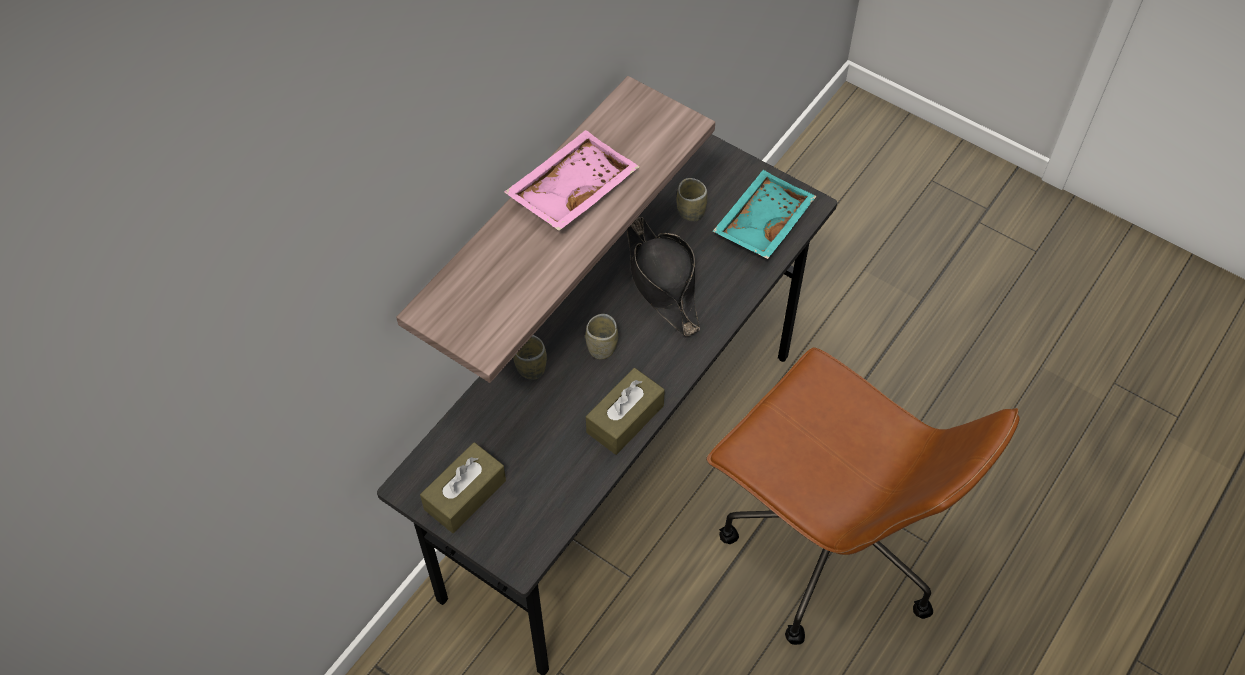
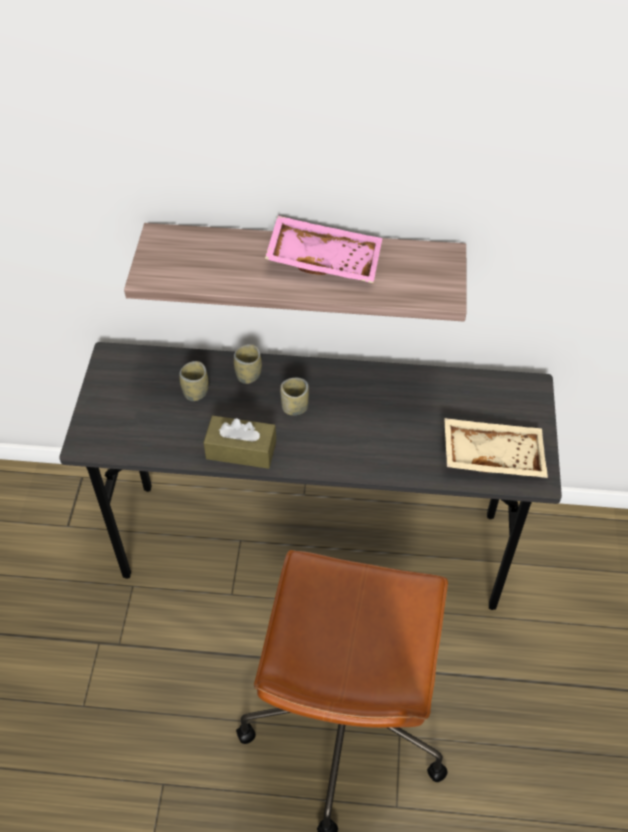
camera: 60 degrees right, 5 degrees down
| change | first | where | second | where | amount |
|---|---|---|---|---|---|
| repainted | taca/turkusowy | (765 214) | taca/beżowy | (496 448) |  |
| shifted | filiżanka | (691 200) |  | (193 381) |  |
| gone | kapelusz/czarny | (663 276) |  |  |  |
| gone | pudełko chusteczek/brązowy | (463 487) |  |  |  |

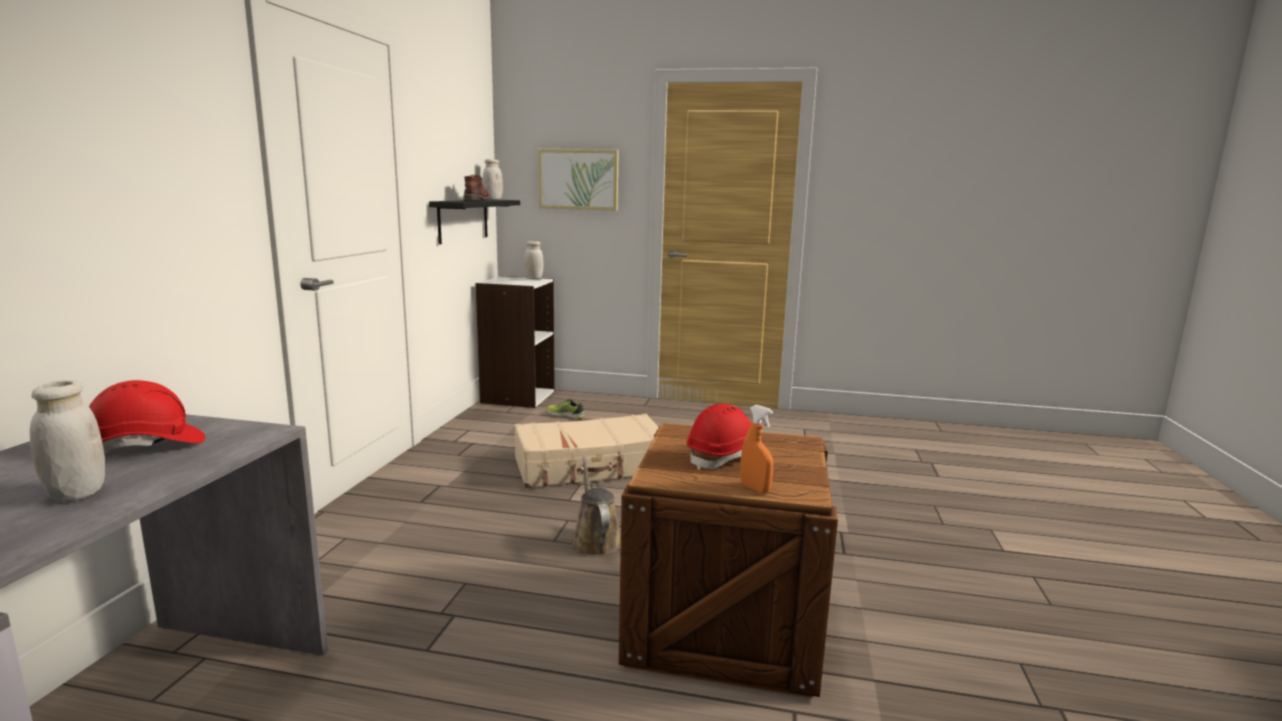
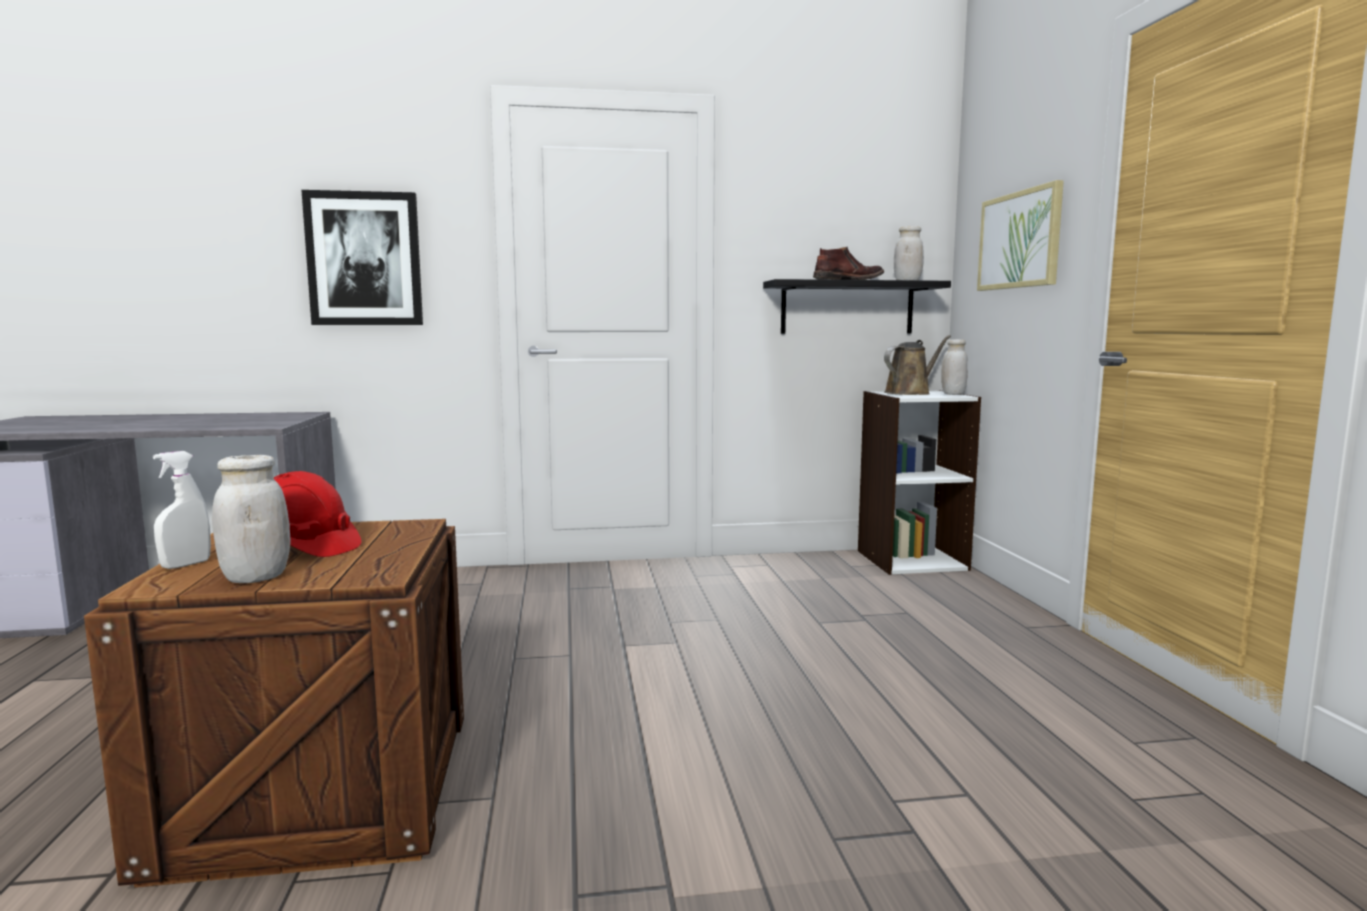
camera: 70 degrees right, 5 degrees down
| change | first | where | second | where | amount |
|---|---|---|---|---|---|
| shifted | słoik/biały | (67 441) |  | (251 519) |  |
| gone | kask/czerwony | (147 417) |  |  |  |
| gone | but | (565 408) |  |  |  |
| repainted | spryskiwacz/pomarańczowy | (756 449) | spryskiwacz/biały | (182 510) |  |
| gone | walizka/beżowy | (586 451) |  |  |  |
| shifted | konewka/brązowy | (596 507) |  | (917 365) |  |
| new |  |  | obraz | (362 257) |  |

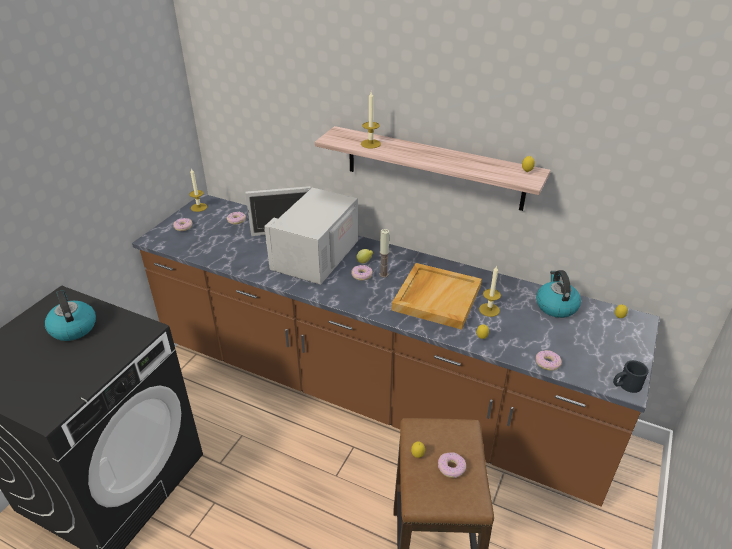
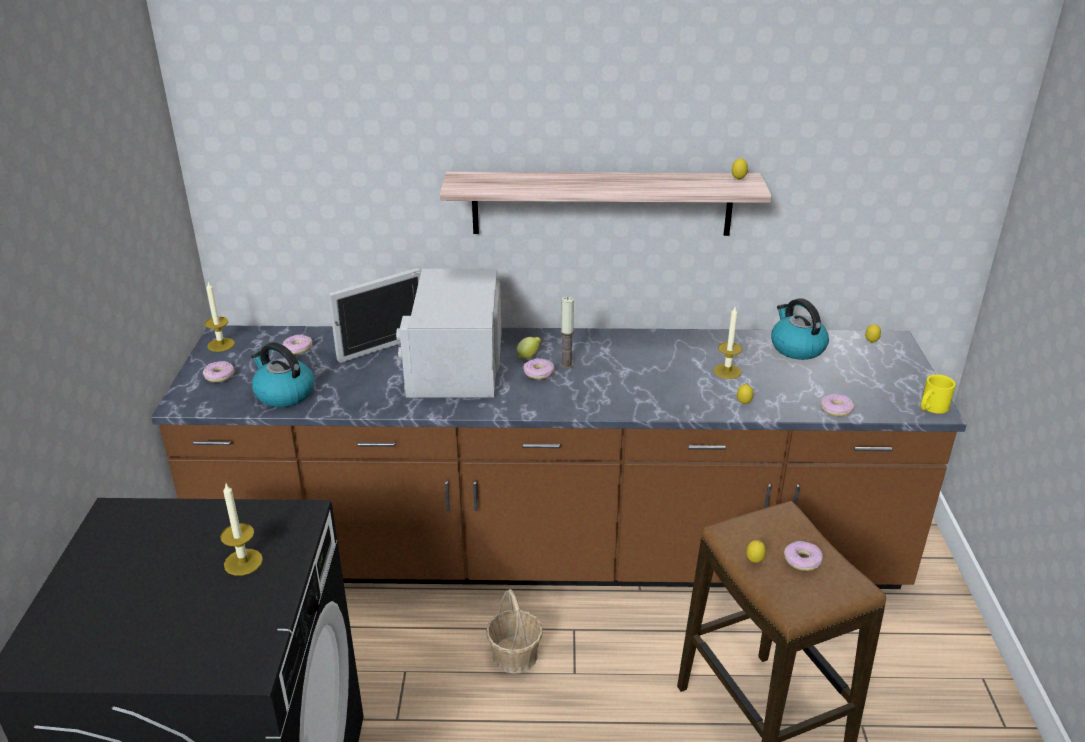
camera: 25 degrees left, 5 degrees down
| change | first | where | second | where | amount |
|---|---|---|---|---|---|
| shifted | świeca | (371 120) |  | (241 530) |  |
| gone | taca/beżowy | (436 296) |  |  |  |
| shifted | czajnik | (70 315) |  | (282 374) |  |
| repainted | kubek/czarny | (631 376) | kubek/żółty | (938 394) |  |
| new |  |  | koszyk | (514 631) |  |

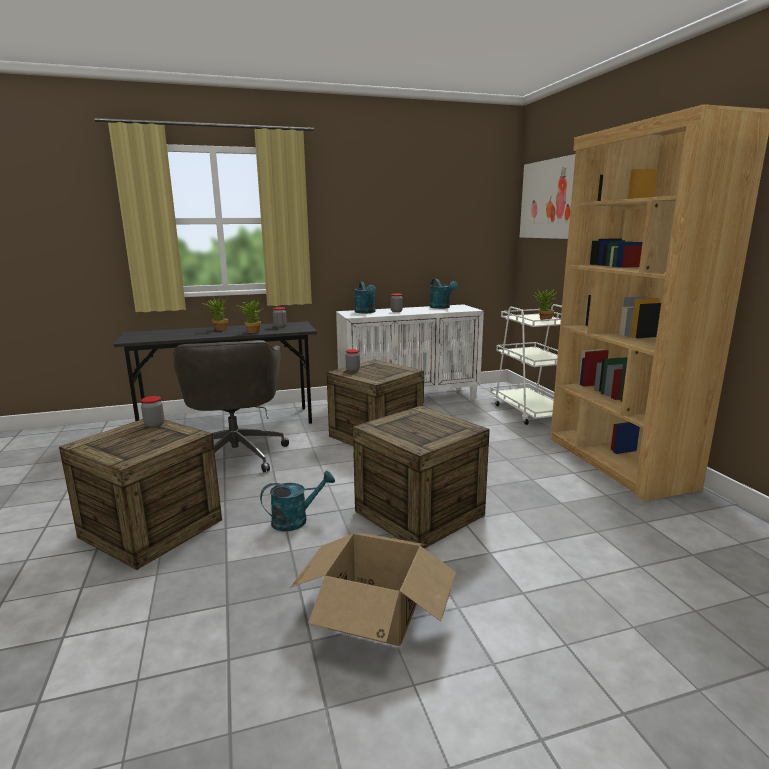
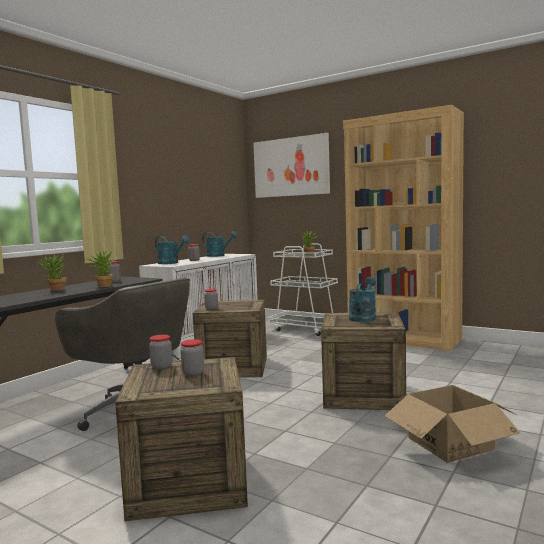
camera: 40 degrees left, 10 degrees down
| change | first | where | second | where | amount |
|---|---|---|---|---|---|
| shifted | konewka/turkusowy | (297 501) |  | (362 299) |  |
| new |  |  | słoik | (192 357) |  |

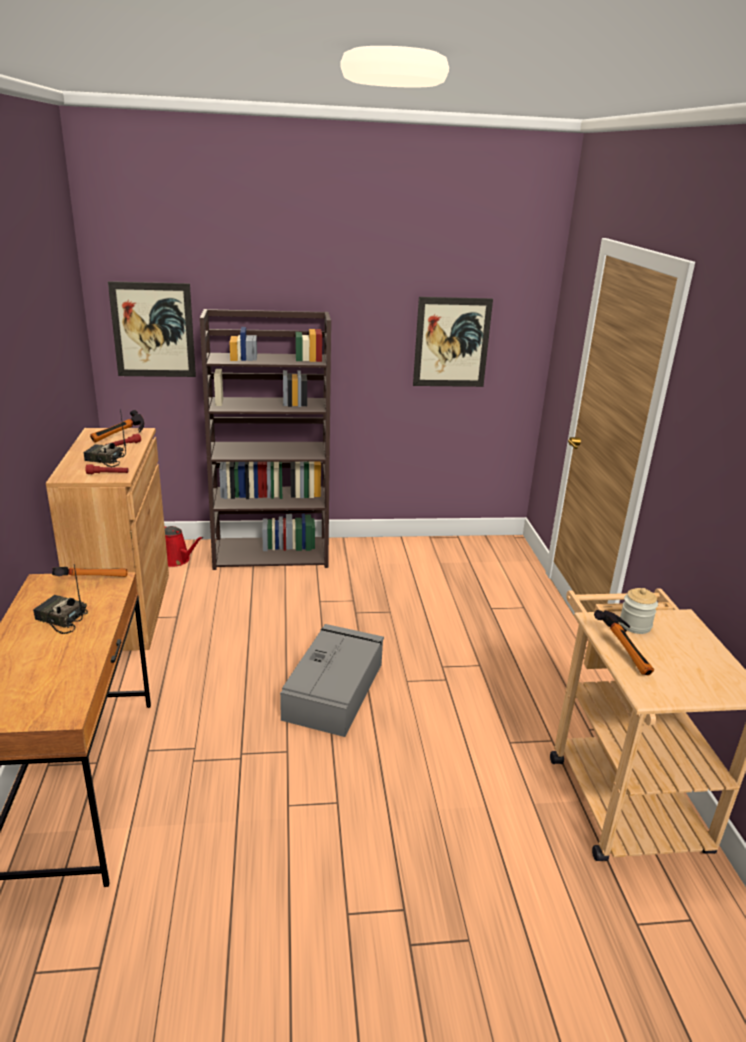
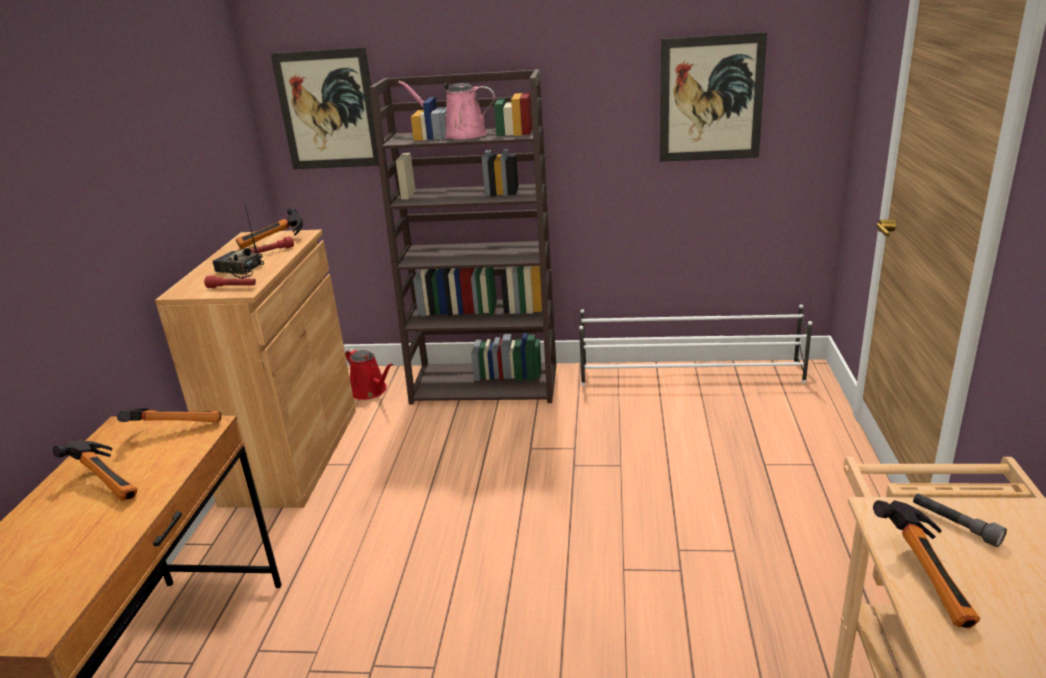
camera: 15 degrees right, 0 degrees up
| change | first | where | second | where | amount |
|---|---|---|---|---|---|
| swapped | radio | (60 599) | młotek | (95 471) |  |
| swapped | słoik | (638 611) | latarka/szary | (960 520) |  |
| gone | pojemnik do przechowywania/szary | (332 680) |  |  |  |
| new |  |  | konewka/różowy | (446 110) |  |
| new |  |  | regał na buty/biały | (695 345) |  |

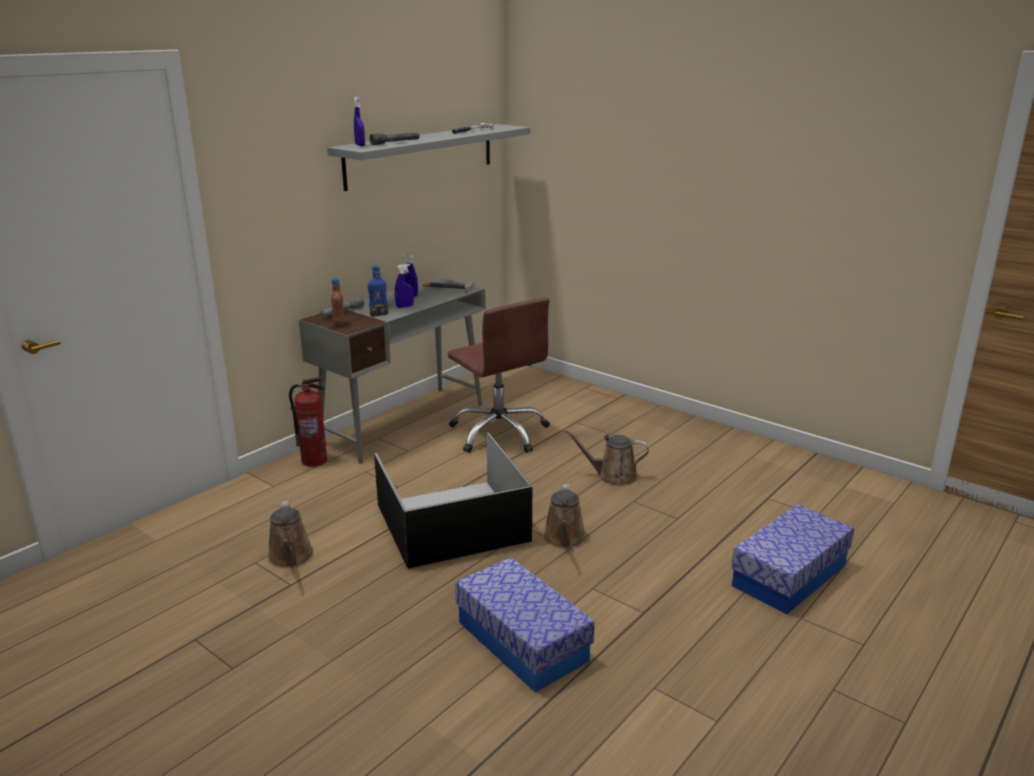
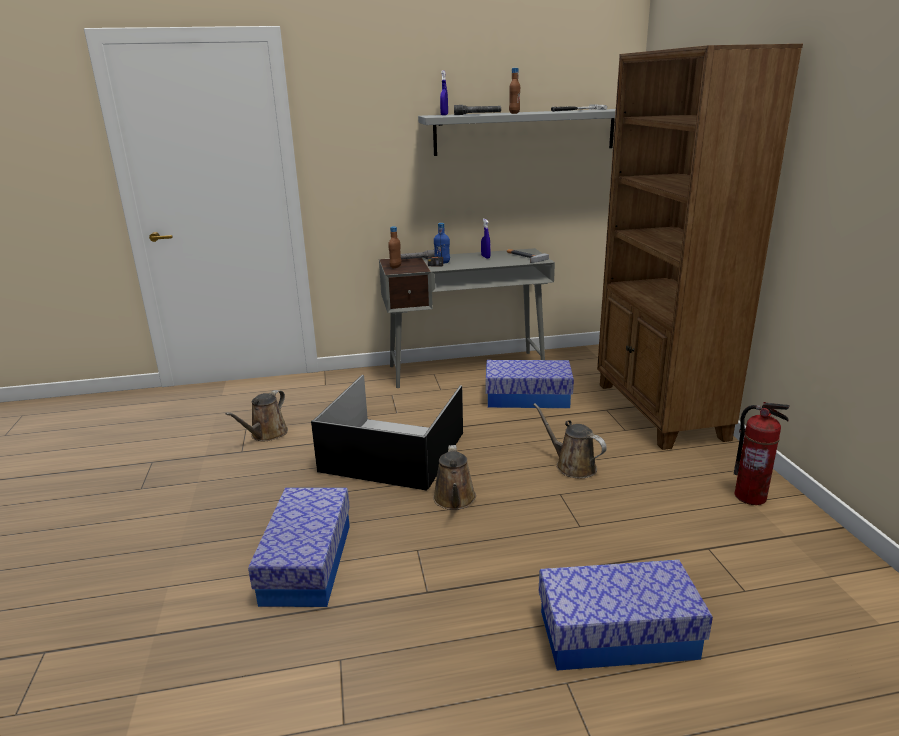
camera: 40 degrees right, 0 degrees up
| change | first | where | second | where | amount |
|---|---|---|---|---|---|
| gone | spryskiwacz/niebieski | (404 286) |  |  |  |
| swapped | krzesło biurowe/brązowy | (499 375) | pojemnik do przechowywania | (530 384) |  |
| shifted | gaśnica | (308 422) |  | (762 453) |  |
| rotated | konewka/brązowy | (565 516) |  | (454 477) | 45 degrees counterclockwise |
| new |  |  | regał/brązowy | (700 247) |  |
| new |  |  | butelka/brązowy | (514 91) |  |

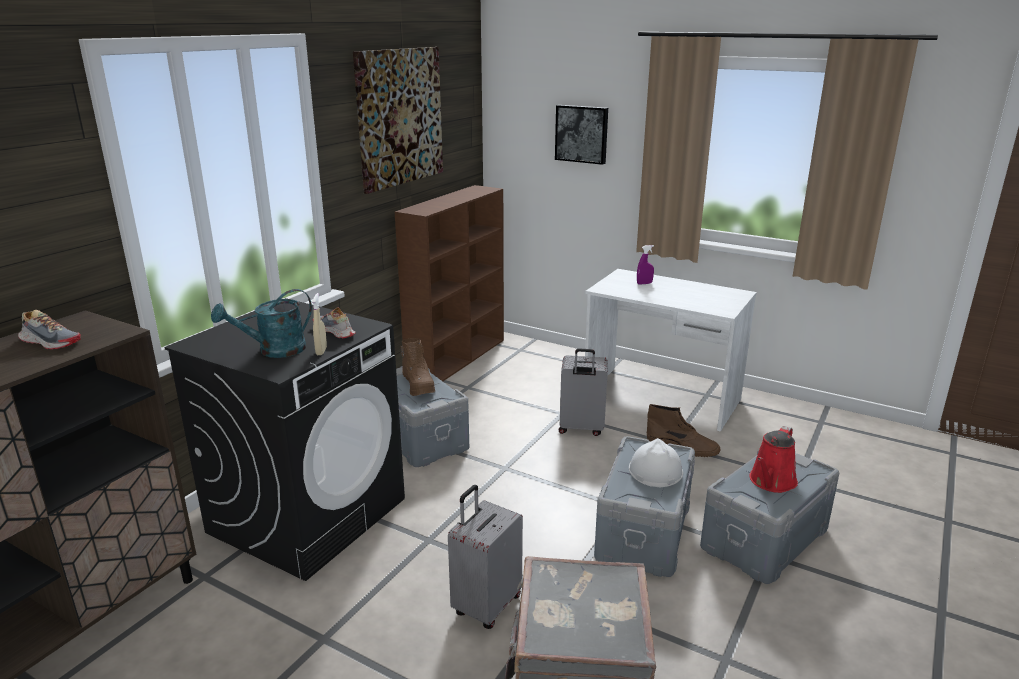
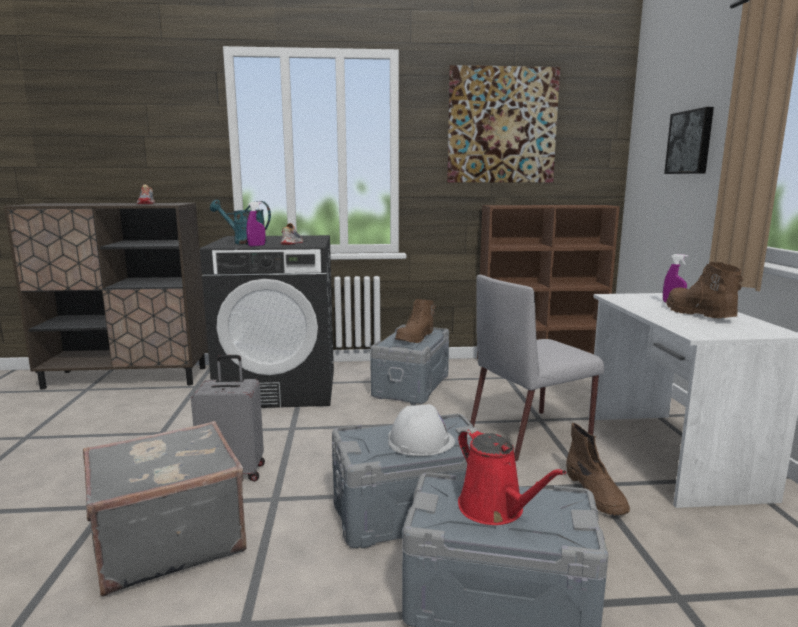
camera: 55 degrees right, 10 degrees down
| change | first | where | second | where | amount |
|---|---|---|---|---|---|
| repainted | spryskiwacz/beżowy | (319 324) | spryskiwacz/fioletowy | (256 224) |  |
| swapped | walizka/szary | (583 392) | krzesło/szary | (537 368) |  |
| rotated | konewka/czerwony | (773 459) |  | (512 476) | 120 degrees counterclockwise |
| new |  |  | but z cholewką/brązowy | (704 290) |  |

